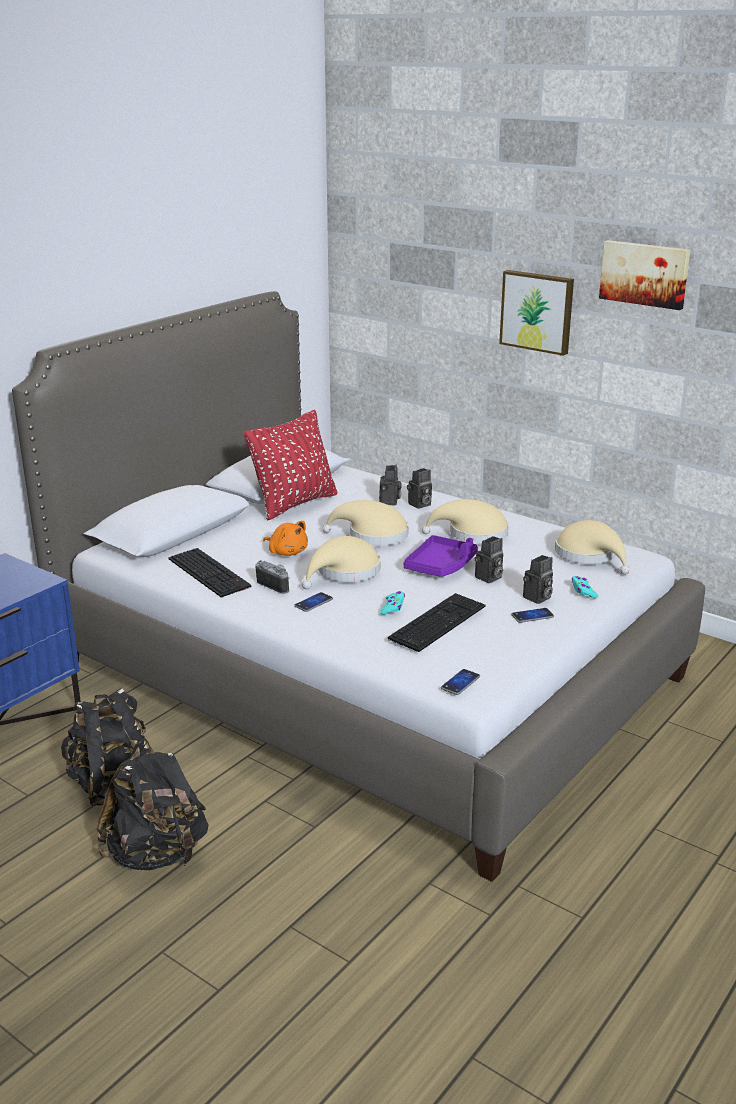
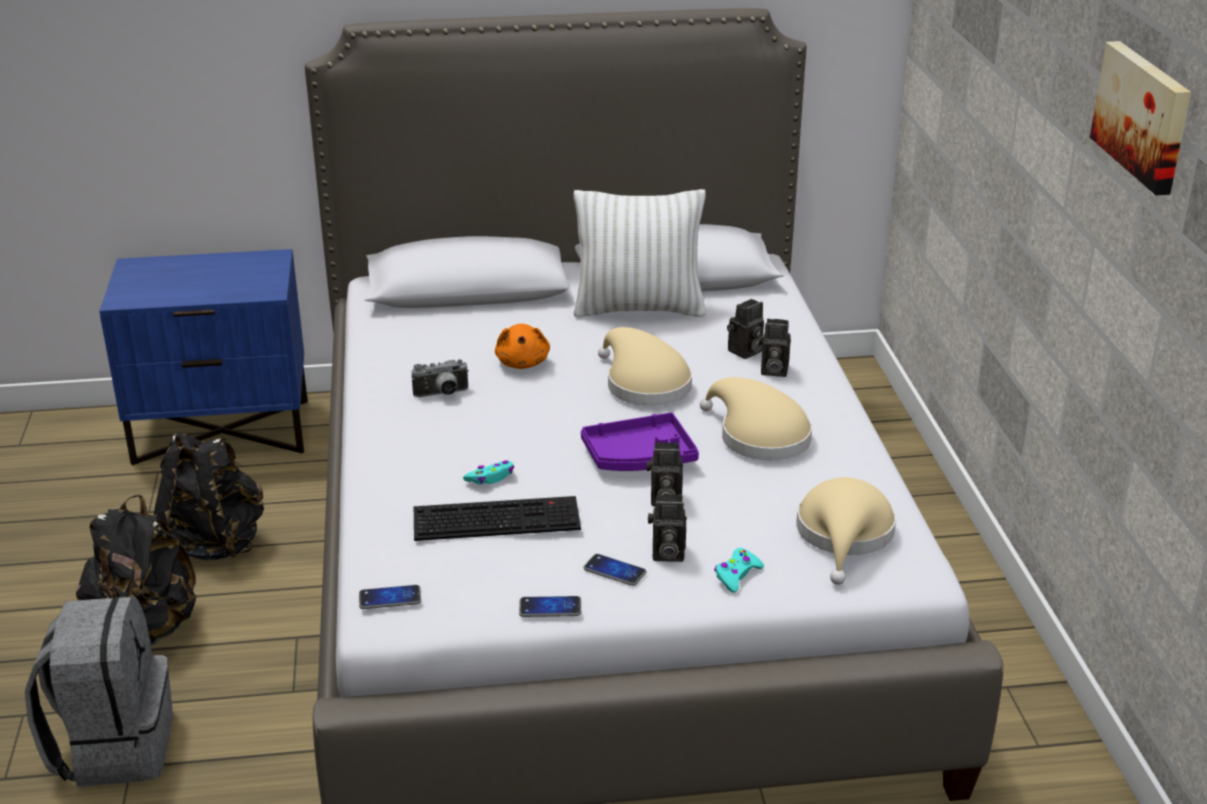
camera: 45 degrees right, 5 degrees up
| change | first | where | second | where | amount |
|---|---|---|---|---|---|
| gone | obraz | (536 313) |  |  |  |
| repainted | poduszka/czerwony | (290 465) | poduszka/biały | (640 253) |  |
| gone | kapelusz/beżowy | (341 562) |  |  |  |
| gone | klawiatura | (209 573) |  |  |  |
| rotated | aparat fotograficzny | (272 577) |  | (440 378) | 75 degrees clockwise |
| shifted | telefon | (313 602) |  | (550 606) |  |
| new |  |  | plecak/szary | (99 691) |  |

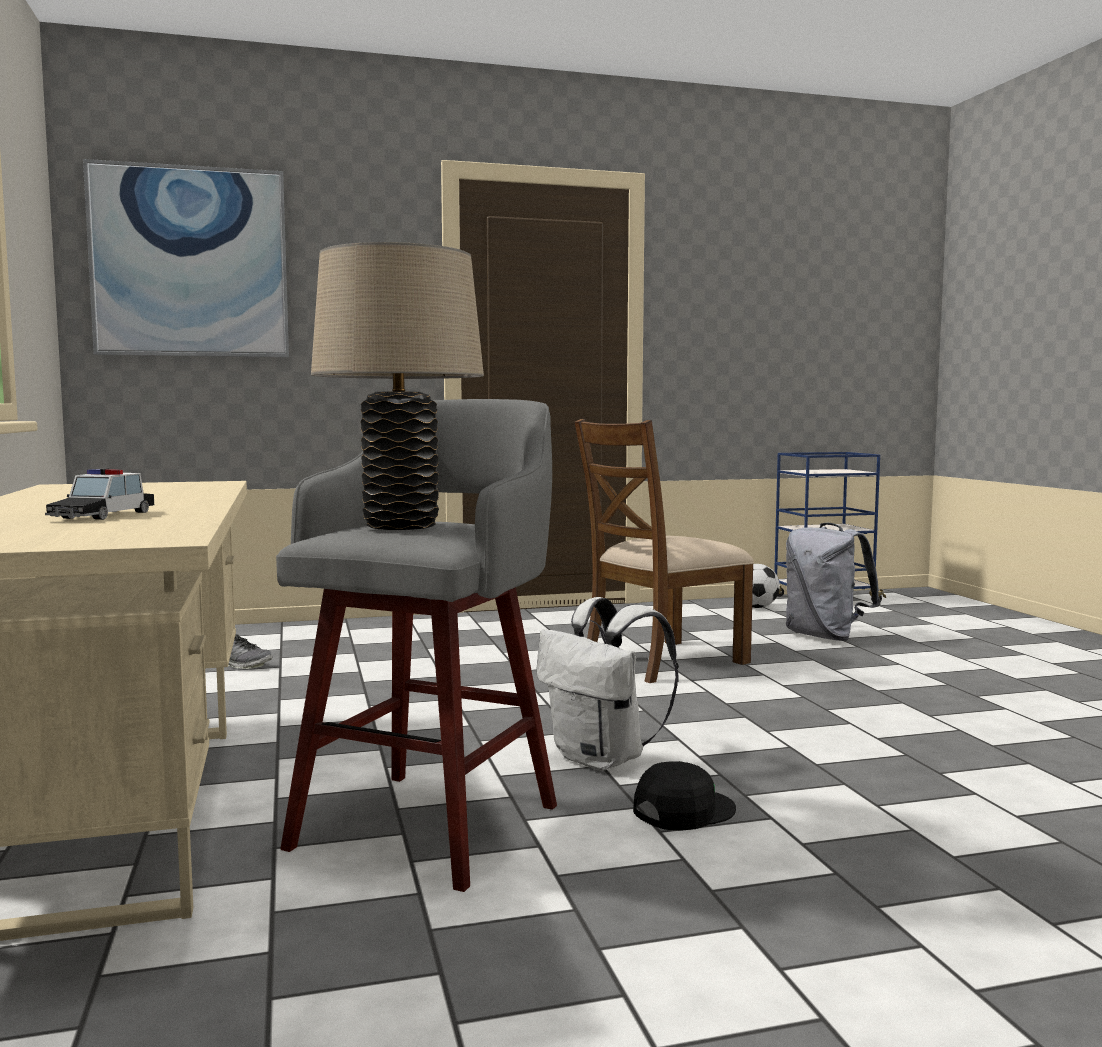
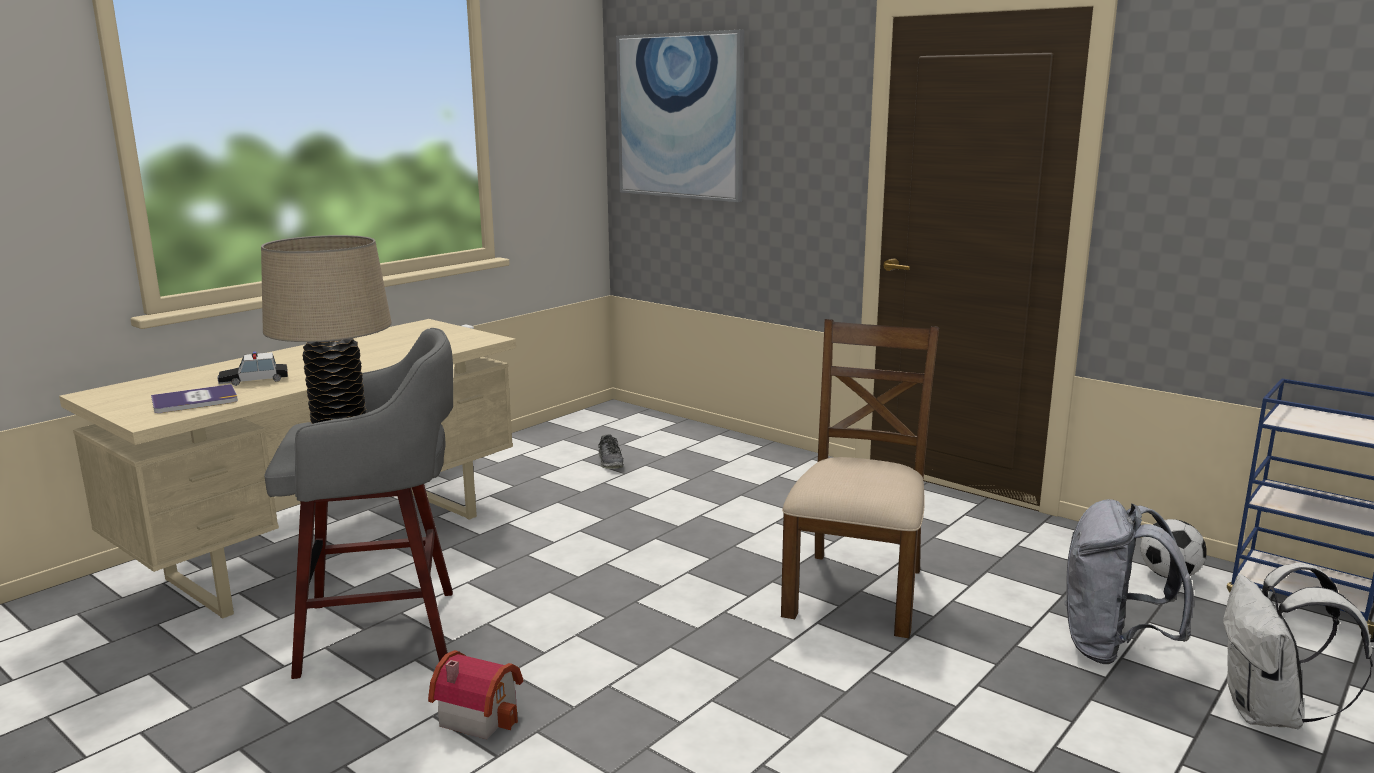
camera: 55 degrees right, 10 degrees up
| change | first | where | second | where | amount |
|---|---|---|---|---|---|
| rotated | krzesło/brązowy | (664 551) |  | (860 478) | 90 degrees clockwise |
| shifted | plecak/biały | (607 684) |  | (1298 646) |  |
| swapped | czapka z daszkiem/czarny | (684 796) | domek | (475 694) |  |
| new |  |  | książka | (194 398) |  |

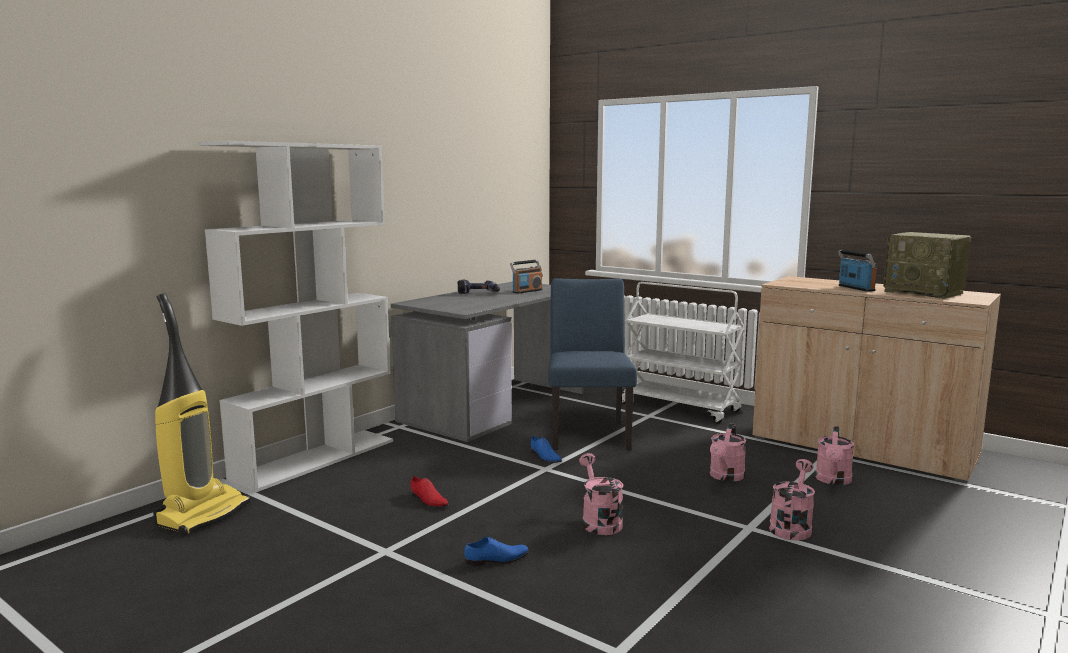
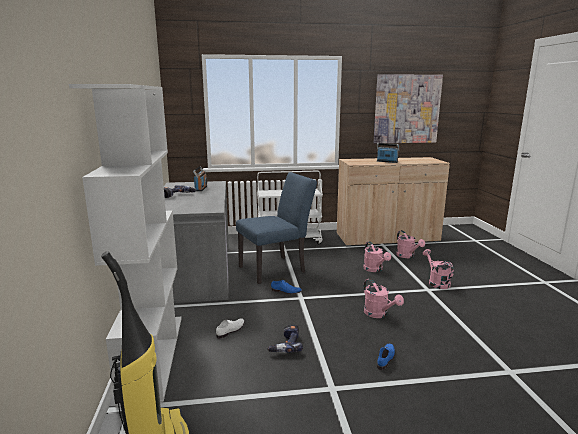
camera: 45 degrees left, 5 degrees up
| change | first | where | second | where | amount |
|---|---|---|---|---|---|
| gone | radio | (927 265) |  |  |  |
| rotated | krzesło/niebieski | (592 364) |  | (276 228) | 105 degrees clockwise |
| rotated | konewka/różowy | (601 494) |  | (383 298) | 150 degrees counterclockwise |
| swapped | but/czerwony | (430 492) | wiertarka | (285 339) |  |
| new |  |  | obraz | (408 109) |  |
| new |  |  | but/biały | (230 328) |  |

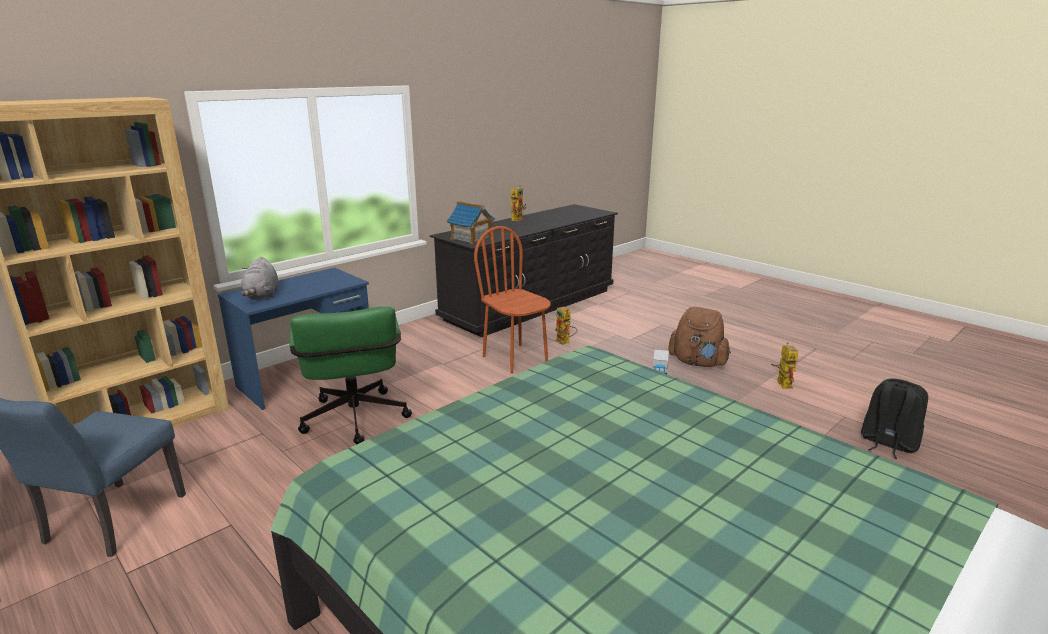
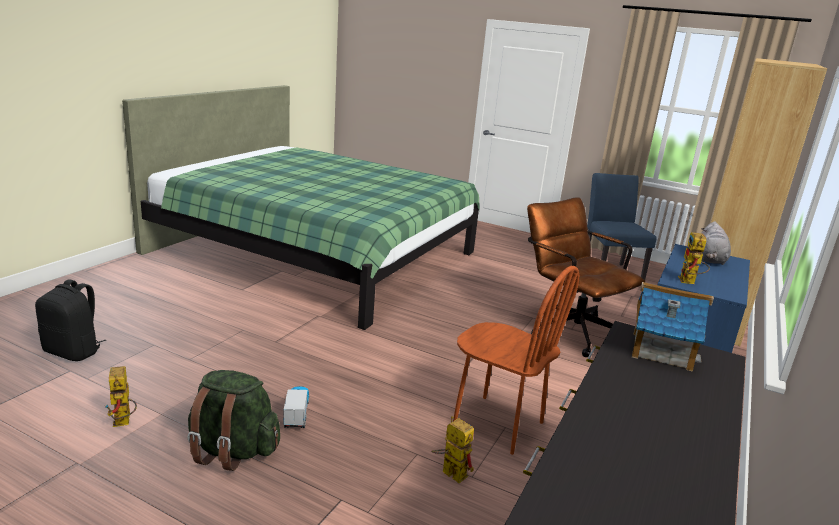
camera: 160 degrees right, 0 degrees up
| change | first | where | second | where | amount |
|---|---|---|---|---|---|
| shifted | robot zabawkowy | (519 203) |  | (694 258) |  |
| rotated | pluszak/szary | (259 278) |  | (716 243) | 135 degrees counterclockwise |
| repainted | krzesło biurowe/zielony | (351 375) | krzesło biurowe/brązowy | (586 277) |  |
| repainted | plecak/brązowy | (699 337) | plecak/zielony | (233 420) |  |

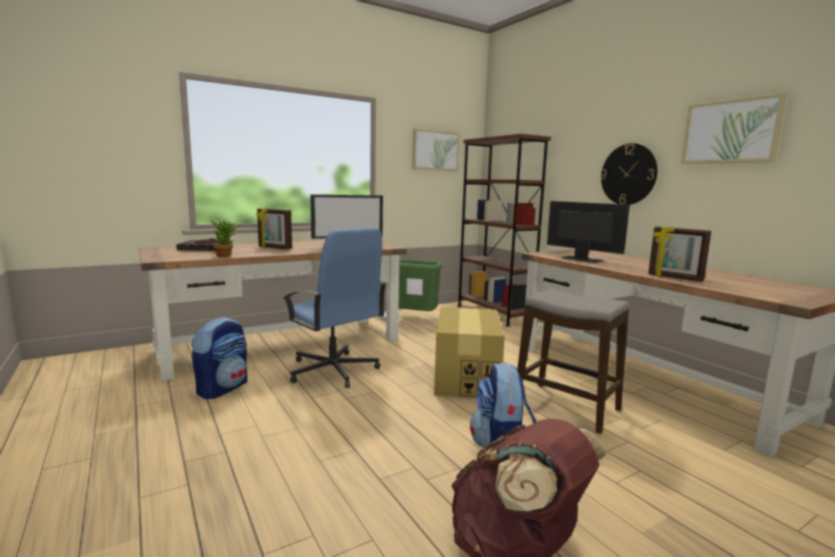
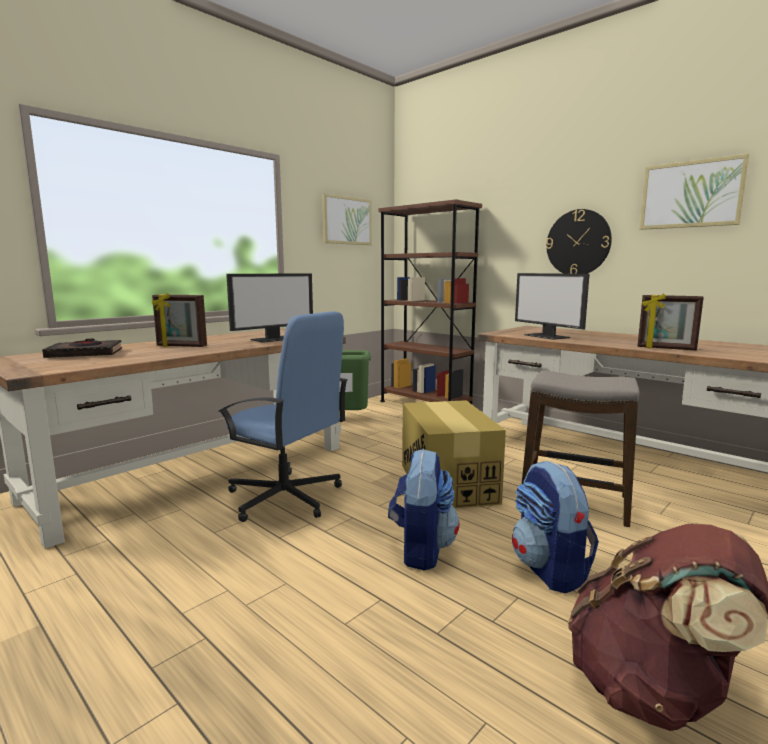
camera: 15 degrees left, 0 degrees up
| change | first | where | second | where | amount |
|---|---|---|---|---|---|
| rotated | monitor | (588 232) |  | (552 306) | 150 degrees counterclockwise |
| gone | roślina doniczkowa | (226 238) |  |  |  |
| shifted | plecak | (219 358) |  | (424 510) |  |

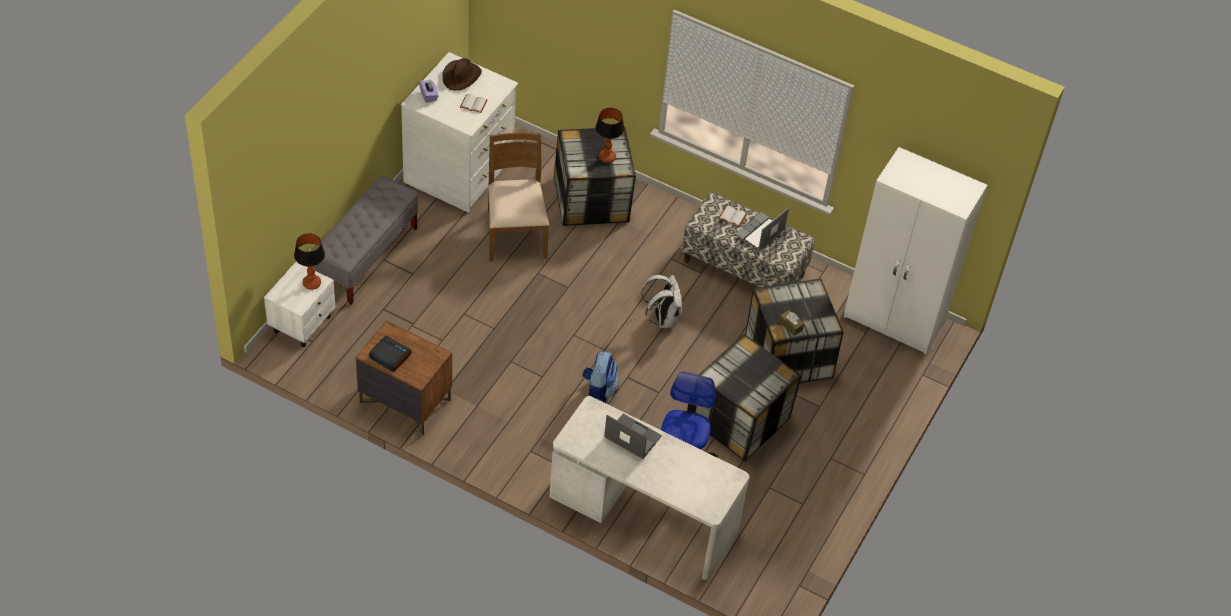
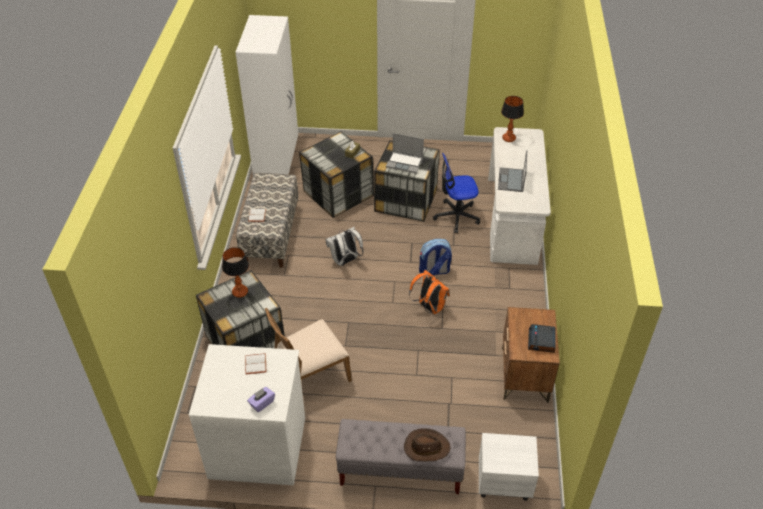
camera: 110 degrees left, 5 degrees down
| change | first | where | second | where | amount |
|---|---|---|---|---|---|
| shifted | kapelusz/brązowy | (462 74) |  | (427 445) |  |
| shifted | laptop | (762 229) |  | (405 153) |  |
| shifted | lampa stołowa | (309 261) |  | (512 119) |  |
| new |  |  | plecak/pomarańczowy | (429 292) |  |

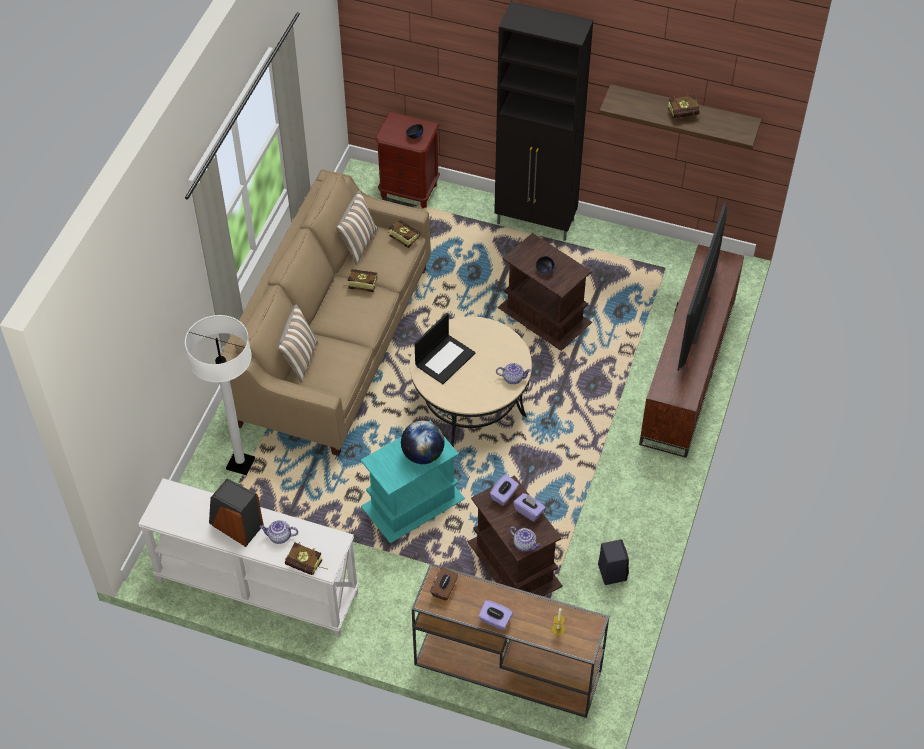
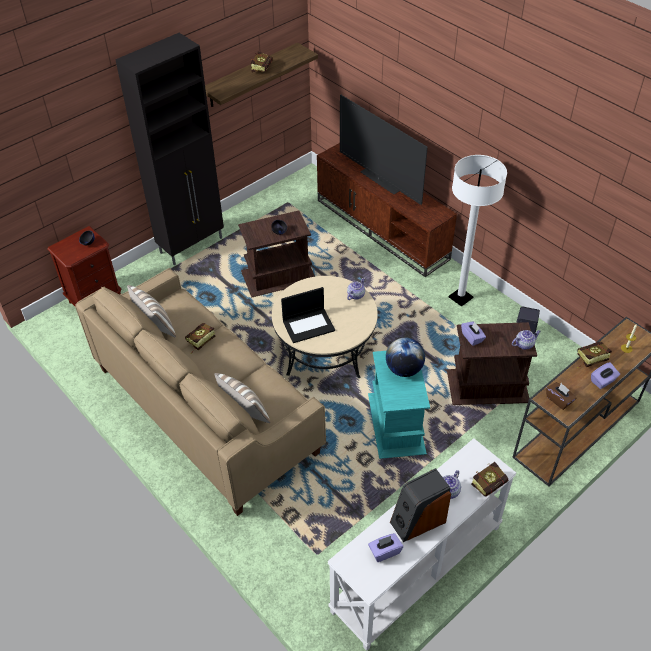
camera: 60 degrees left, 5 degrees down
| change | first | where | second | where | amount |
|---|---|---|---|---|---|
| shifted | książka | (403 234) |  | (594 355) |  |
| rotated | laptop | (444 348) |  | (308 315) | 90 degrees clockwise |
| shifted | lampa stojąca/biały | (220 395) |  | (478 231) |  |
| shifted | pudełko chusteczek/fioletowy | (529 507) |  | (385 547) |  |

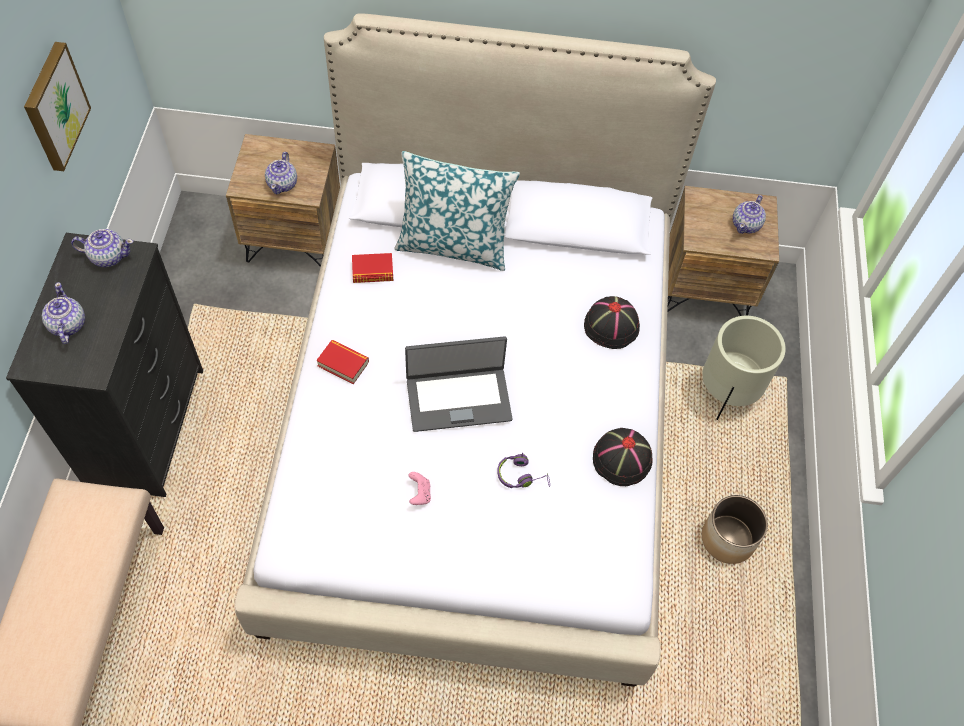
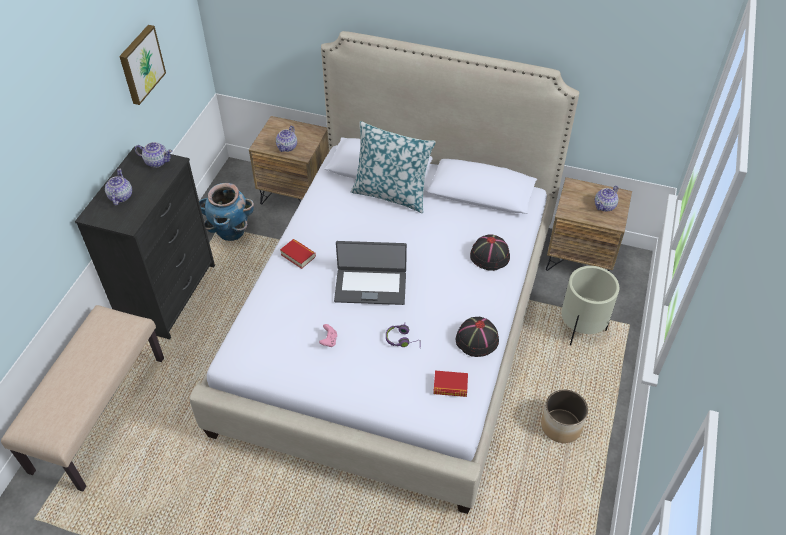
camera: 15 degrees right, 10 degrees down
| change | first | where | second | where | amount |
|---|---|---|---|---|---|
| shifted | książka | (372 268) |  | (450 384) |  |
| new |  |  | donica | (226 212) |  |

